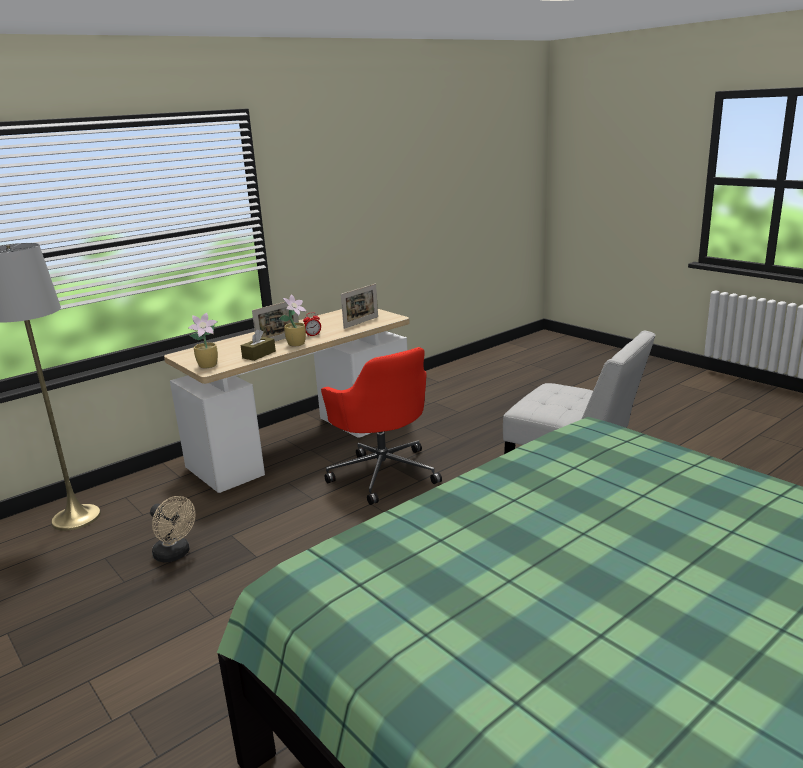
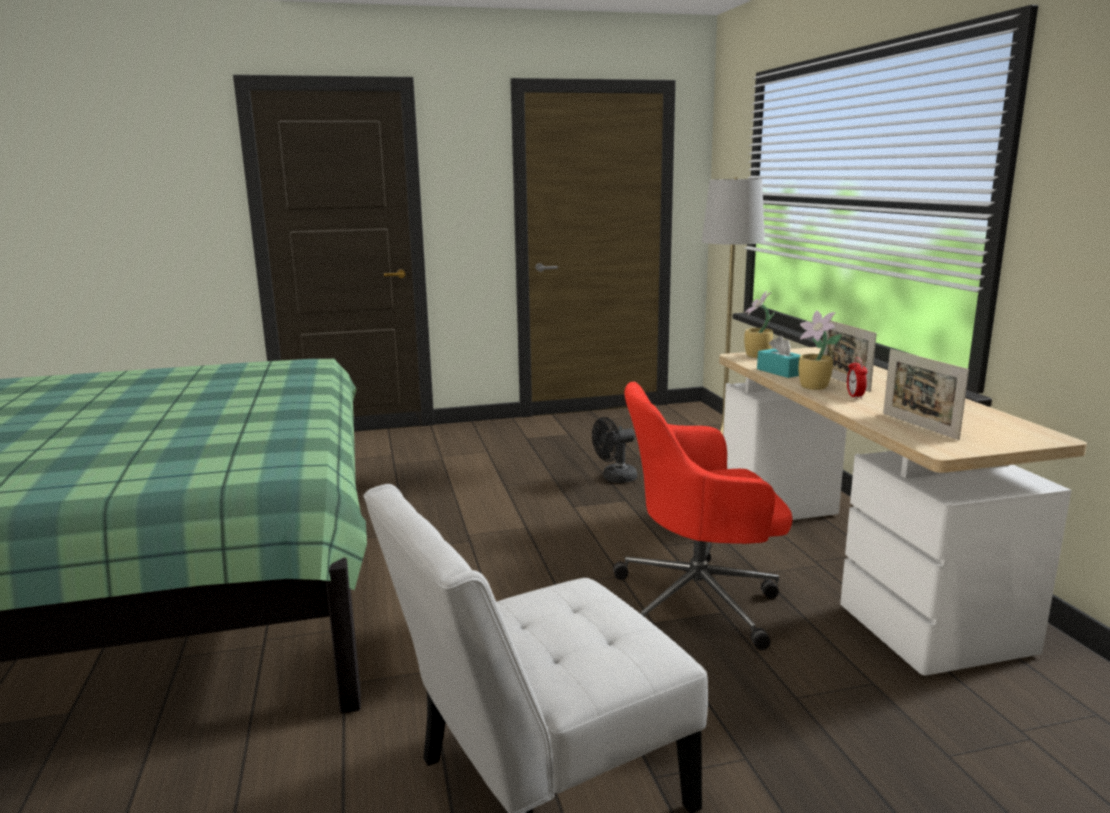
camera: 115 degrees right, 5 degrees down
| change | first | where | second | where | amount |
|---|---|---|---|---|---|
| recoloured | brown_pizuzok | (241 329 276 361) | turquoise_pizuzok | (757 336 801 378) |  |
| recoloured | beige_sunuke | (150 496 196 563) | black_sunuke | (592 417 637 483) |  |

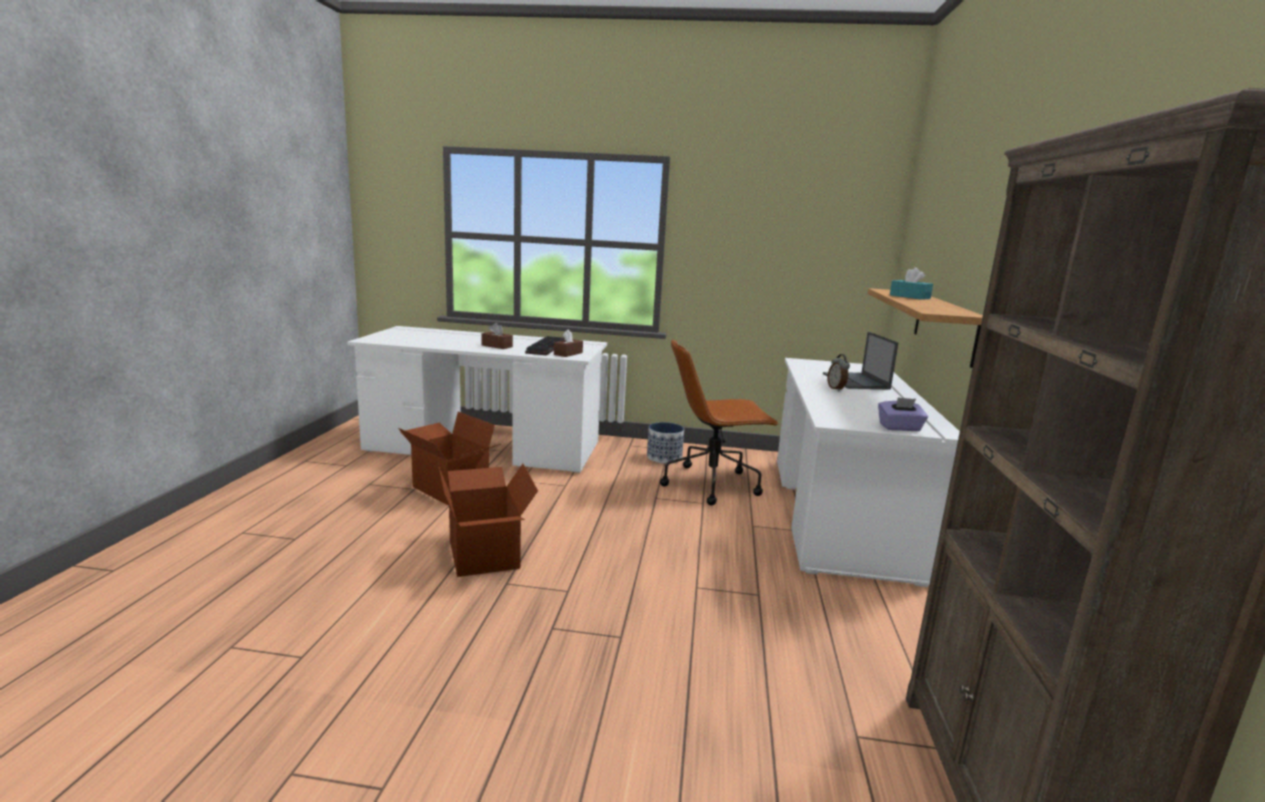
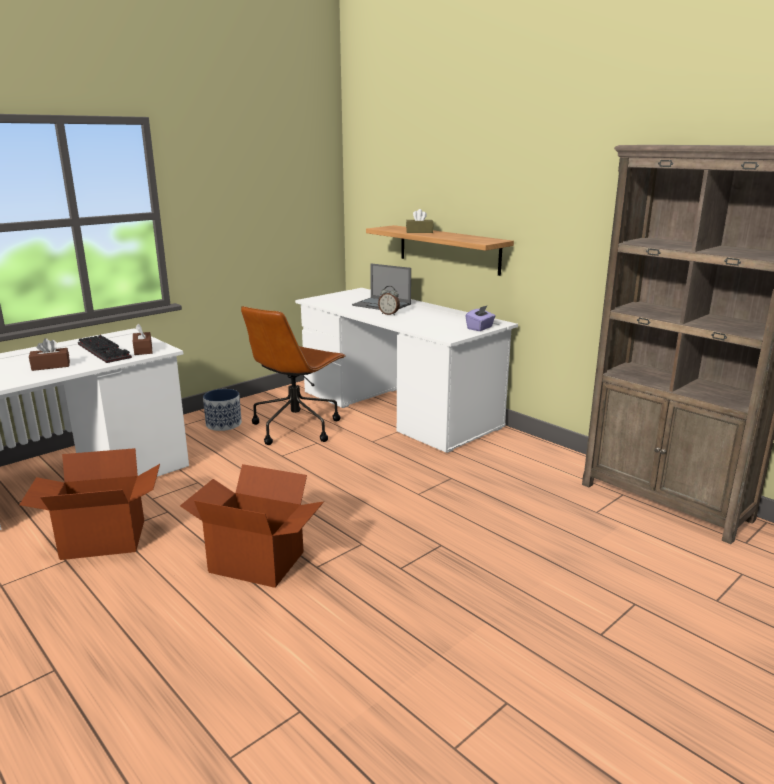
camera: 50 degrees left, 5 degrees up
| change | first | where | second | where | amount |
|---|---|---|---|---|---|
| recoloured | turquoise_pizuzok | (890 267 933 300) | brown_pizuzok | (406 209 433 233) |  |

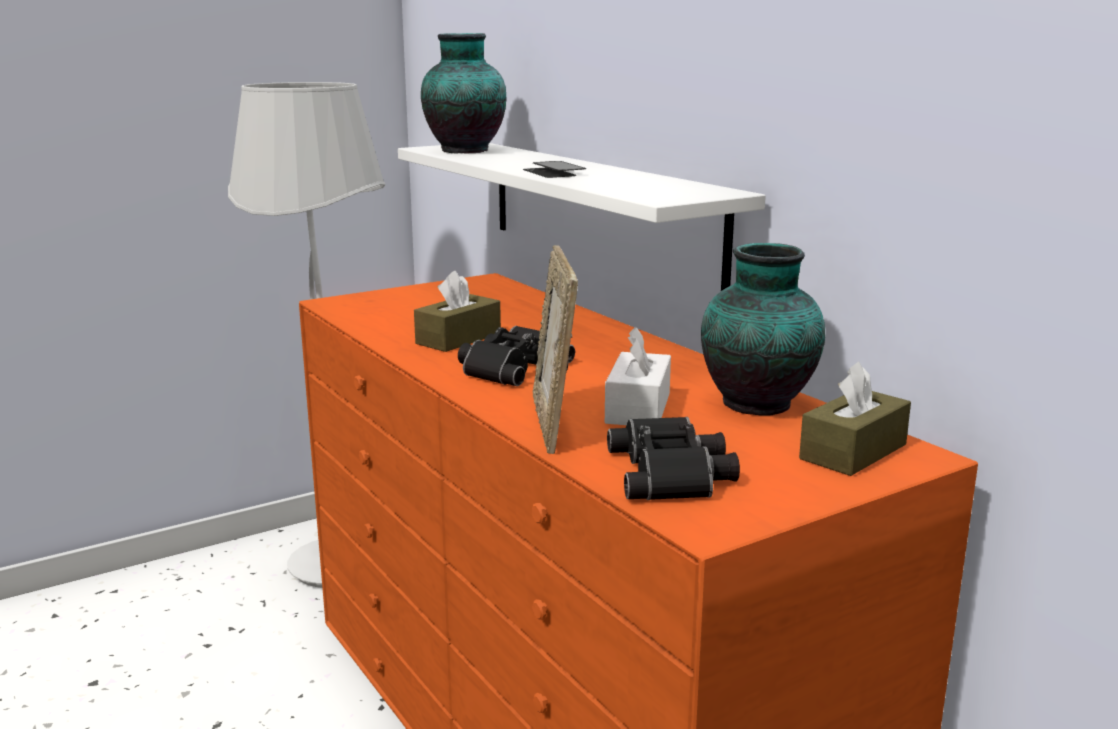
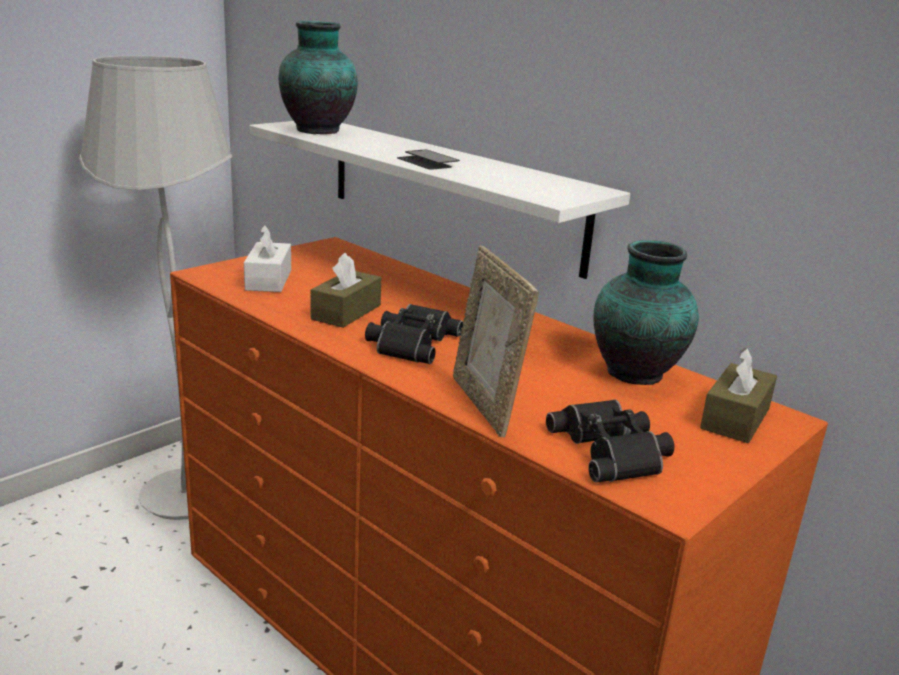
camera: 15 degrees left, 5 degrees up
| change | first | where | second | where | amount |
|---|---|---|---|---|---|
| moved | white_pizuzok | (605 327 671 425) |  | (244 225 291 292) |  |

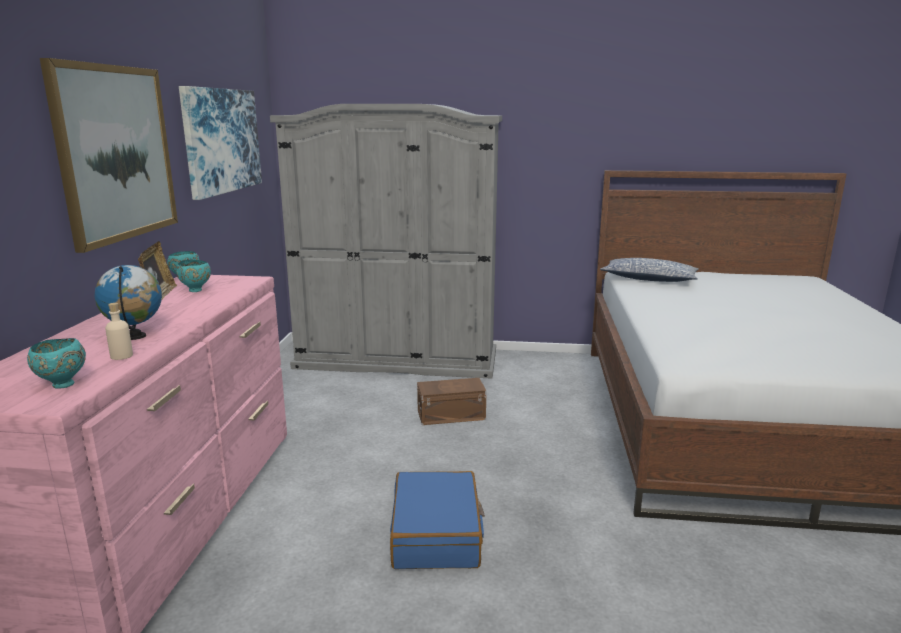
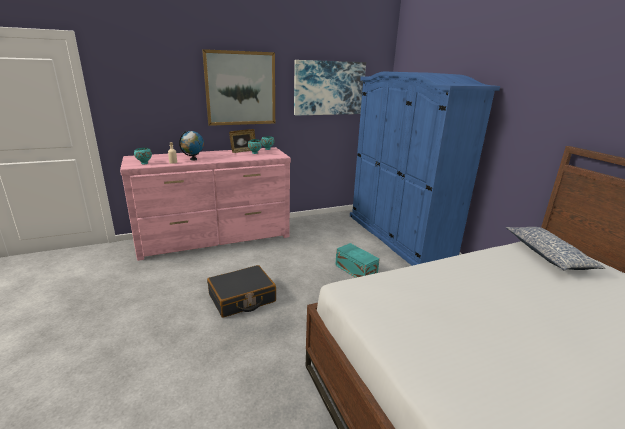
camera: 60 degrees right, 5 degrees up
| change | first | where | second | where | amount |
|---|---|---|---|---|---|
| recoloured | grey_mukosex | (270 104 502 379) | blue_mukosex | (350 72 500 266) |  |
| recoloured | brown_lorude | (417 378 486 425) | turquoise_lorude | (335 243 380 278) |  |
| recoloured | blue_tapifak | (390 471 485 569) | black_tapifak | (207 265 276 318) |  |

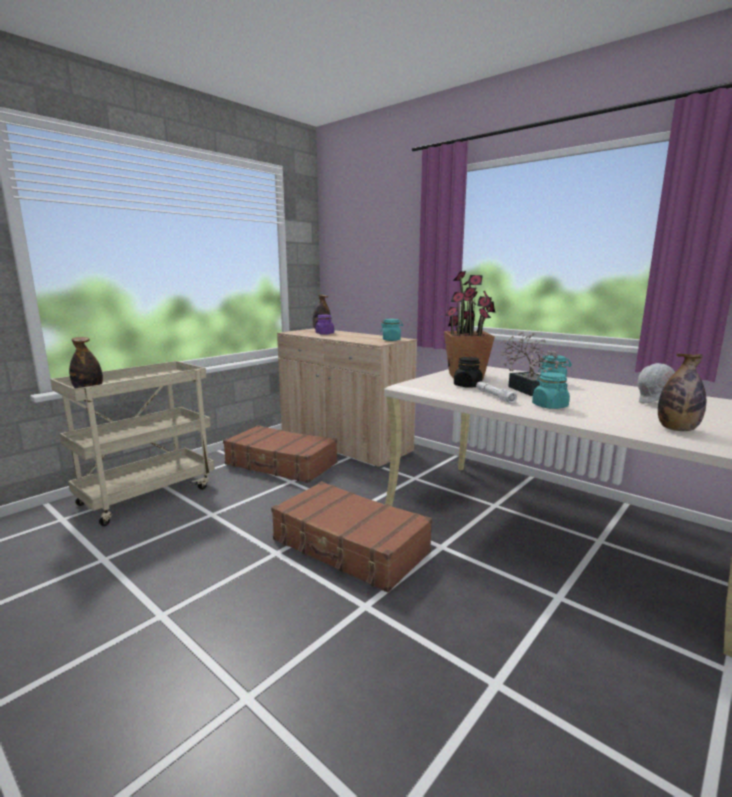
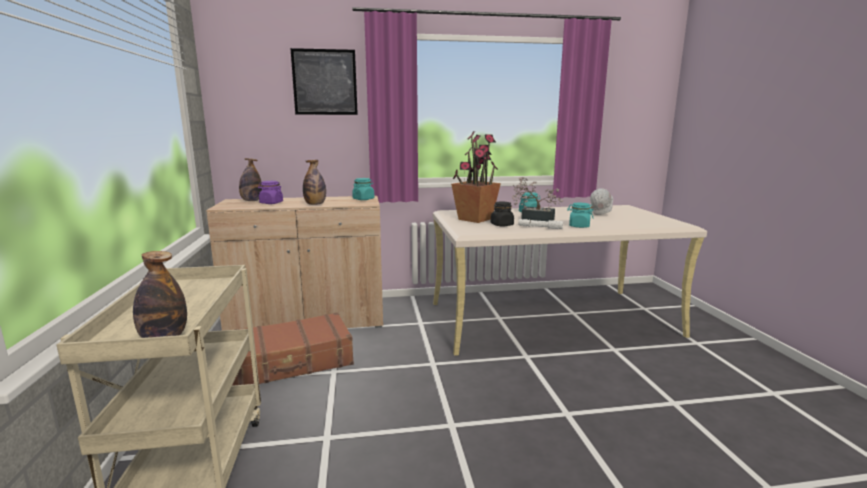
camera: 50 degrees left, 0 degrees up
| change | first | where | second | where | amount |
|---|---|---|---|---|---|
| moved | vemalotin | (658 354 706 431) |  | (303 160 326 205) |  |
| removed | brown_tapifak | (271 481 432 593) |  |  |  |
| added |  |  | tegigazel | (290 48 358 115) |  |

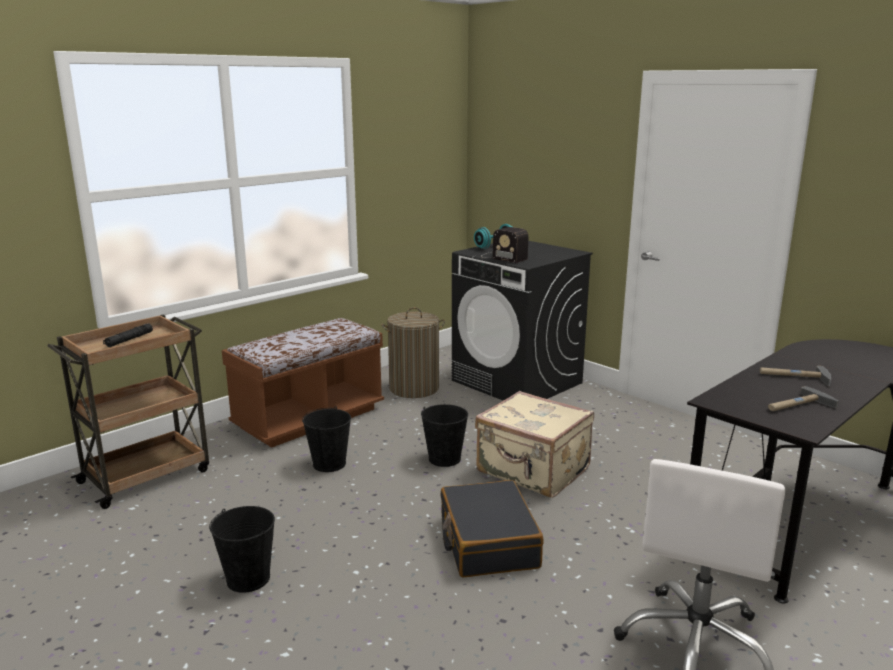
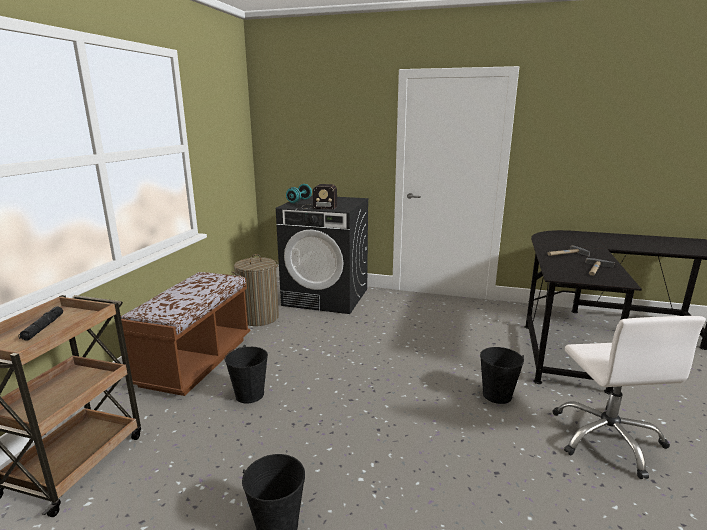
camera: 30 degrees left, 0 degrees up
| change | first | where | second | where | amount |
|---|---|---|---|---|---|
| removed | beige_tapifak | (475 391 594 498) |  |  |  |
| moved | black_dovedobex | (421 404 468 467) |  | (480 347 524 404) |  |
| removed | black_tapifak | (440 480 544 577) |  |  |  |

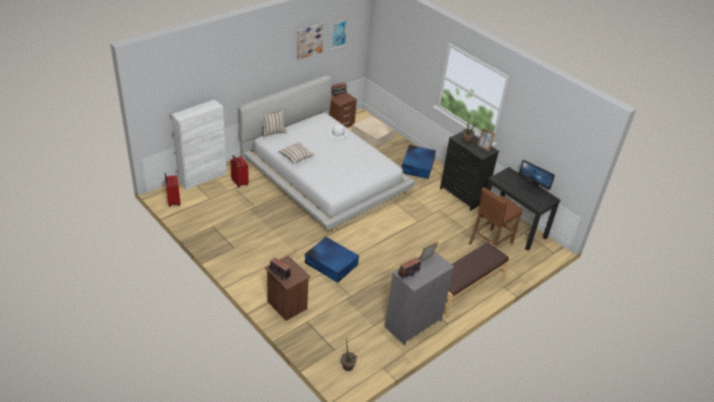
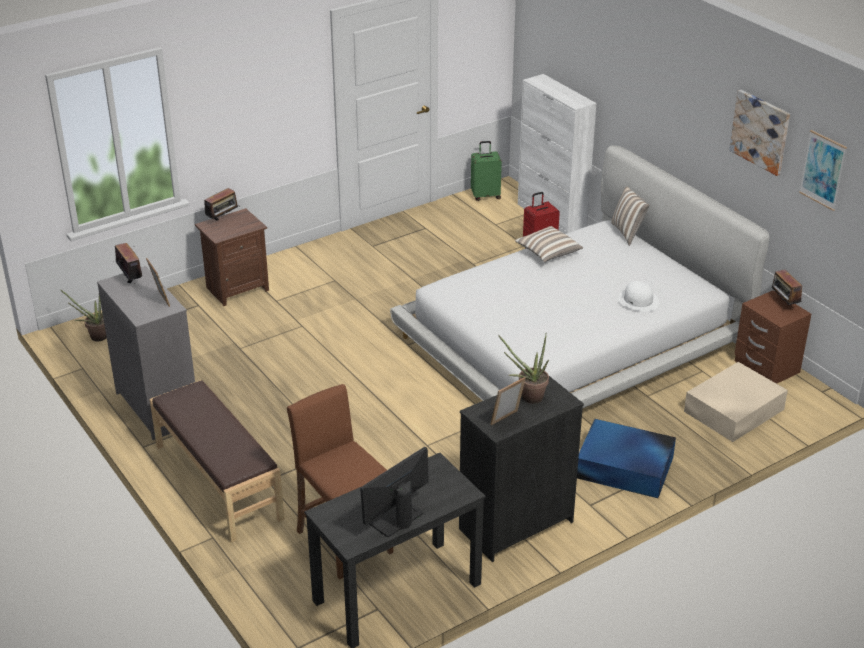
camera: 100 degrees right, 5 degrees down
| change | first | where | second | where | amount |
|---|---|---|---|---|---|
| recoloured | red_tapifak | (165 173 181 207) | green_tapifak | (471 141 502 201) |  |
| removed | blue_lorude | (305 237 359 283) |  |  |  |

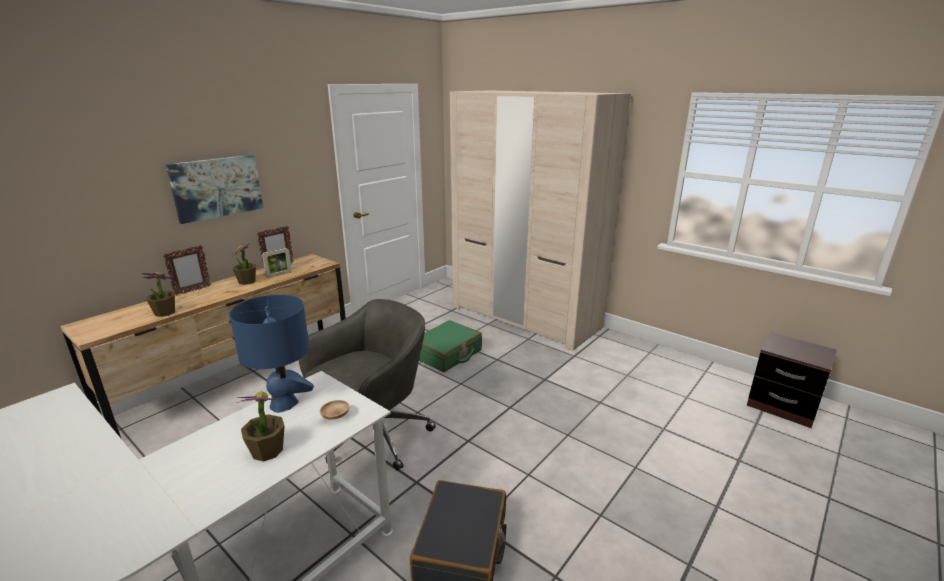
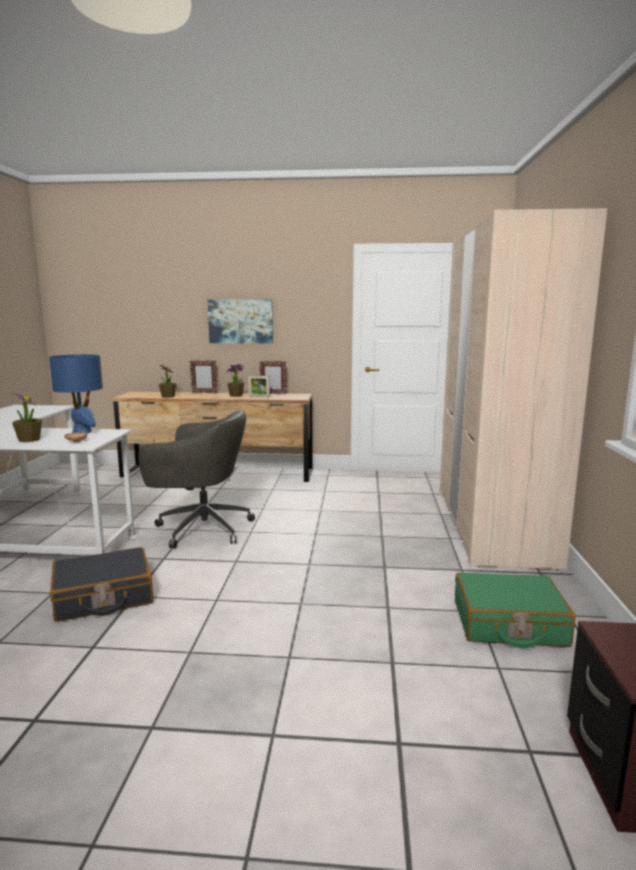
camera: 55 degrees right, 10 degrees down
| change | first | where | second | where | amount |
|---|---|---|---|---|---|
| moved | green_tapifak | (419 320 482 372) |  | (455 572 575 648) |  |

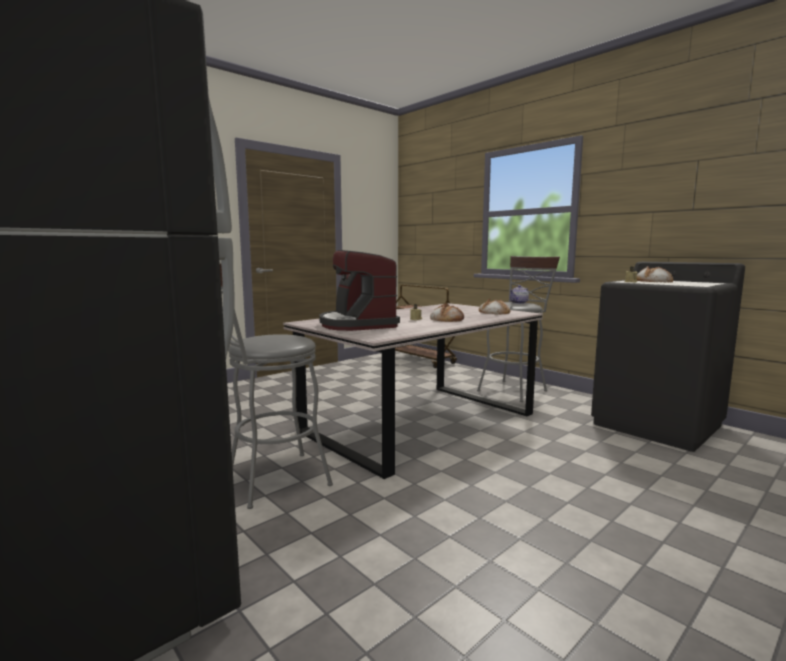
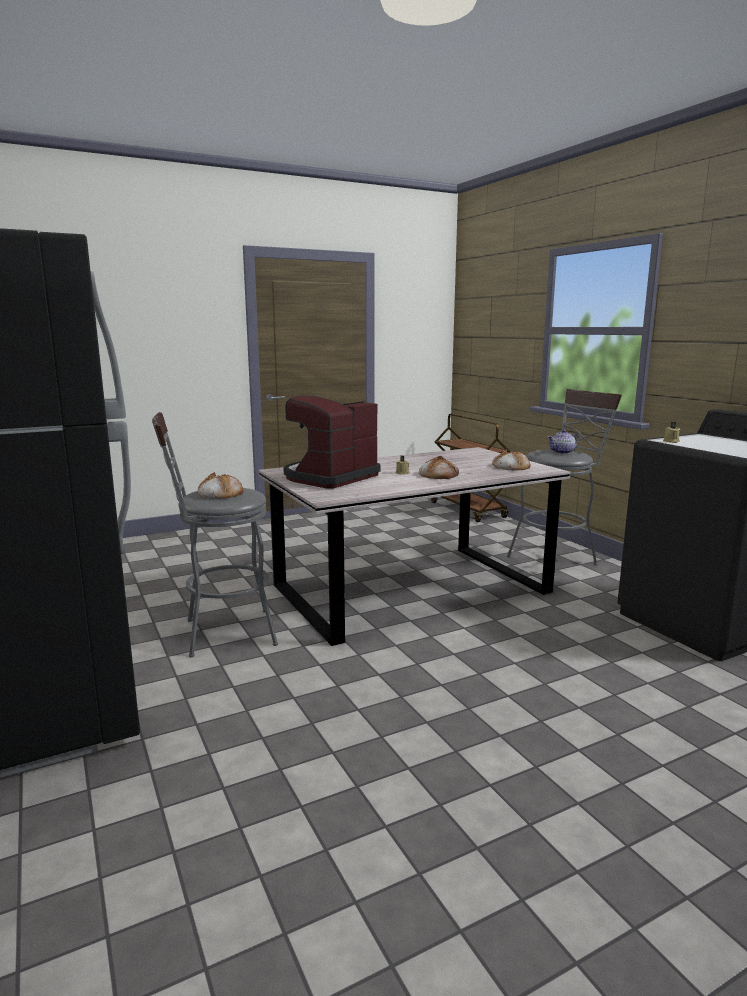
camera: 15 degrees right, 5 degrees up
| change | first | where | second | where | amount |
|---|---|---|---|---|---|
| turned | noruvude | (319 250 400 331) |  | (284 395 381 489) | 45 degrees clockwise |
| moved | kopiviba | (637 266 673 283) |  | (198 472 243 499) |  |

